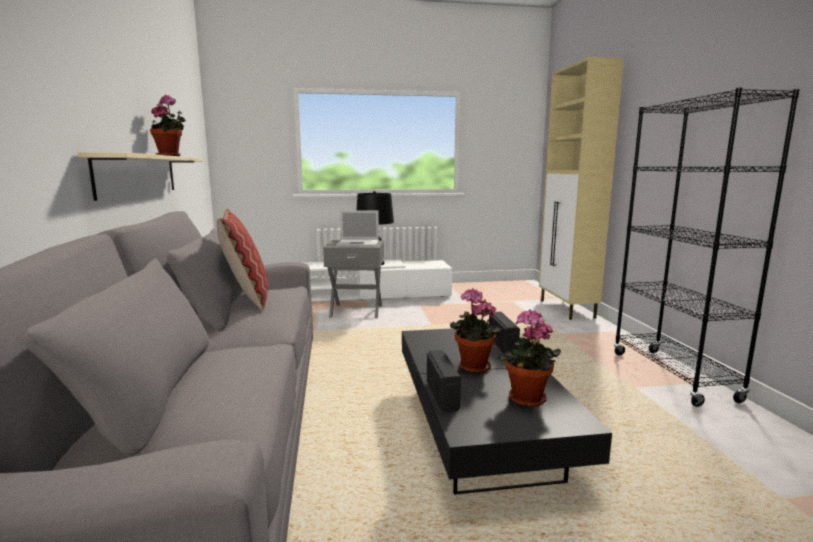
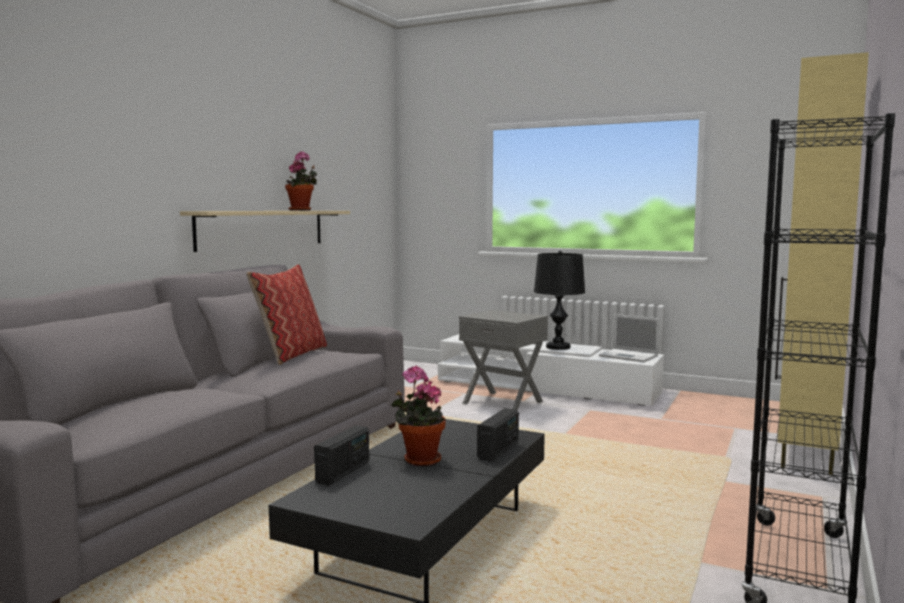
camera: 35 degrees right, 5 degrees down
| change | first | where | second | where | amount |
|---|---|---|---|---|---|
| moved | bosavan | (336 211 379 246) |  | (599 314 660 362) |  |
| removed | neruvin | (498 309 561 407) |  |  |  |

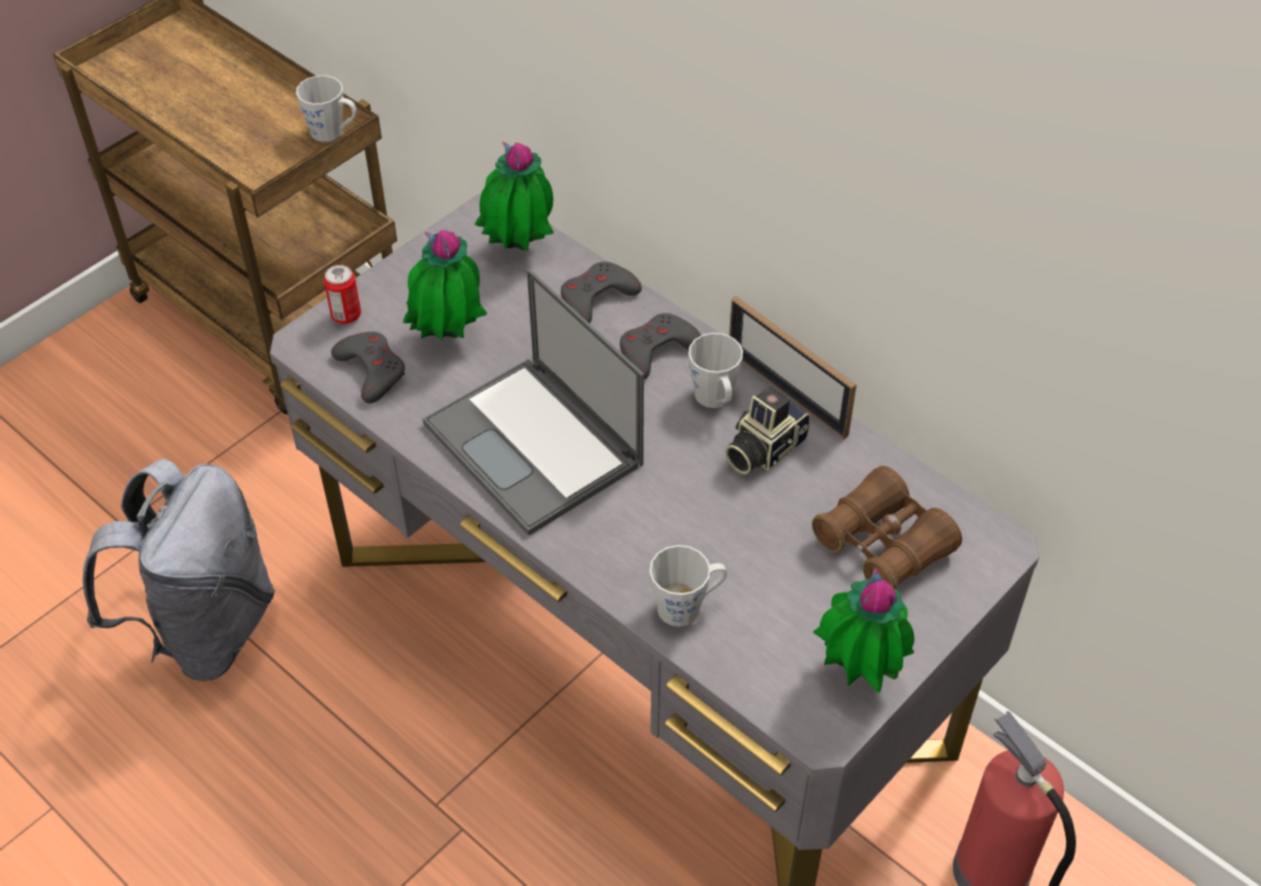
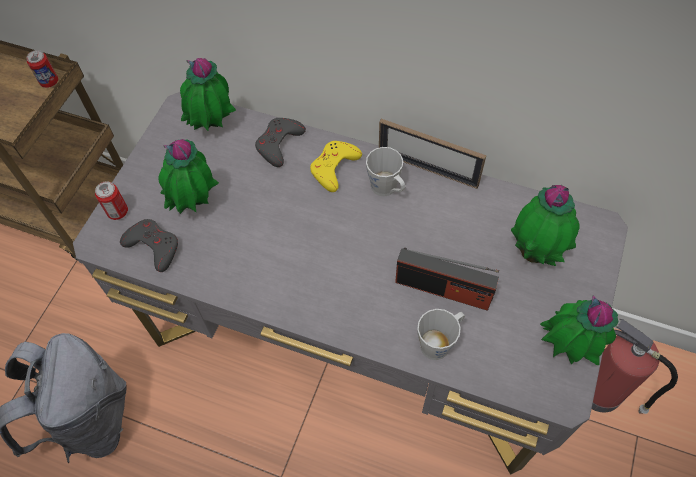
camera: 20 degrees left, 10 degrees up
| change | first | where | second | where | amount |
|---|---|---|---|---|---|
| replaced | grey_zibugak | (296 75 357 142) | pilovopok | (27 50 58 88) |  |
| removed | bosavan | (423 268 644 536) |  |  |  |
| recoloured | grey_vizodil | (620 313 701 379) | yellow_vizodil | (310 141 362 192) |  |
| removed | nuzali | (725 386 811 474) |  |  |  |
| replaced | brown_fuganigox | (812 466 962 590) | neruvin | (511 185 579 266) |  |
| added |  |  | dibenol | (395 248 499 311) |  |

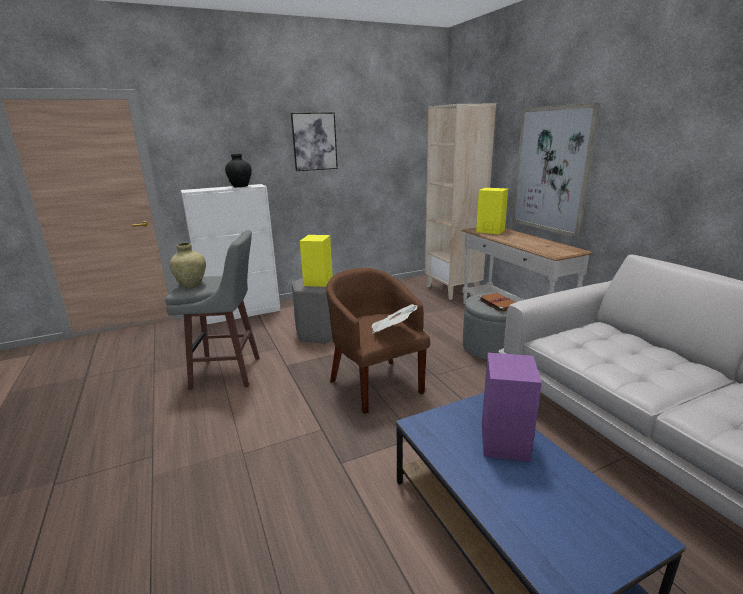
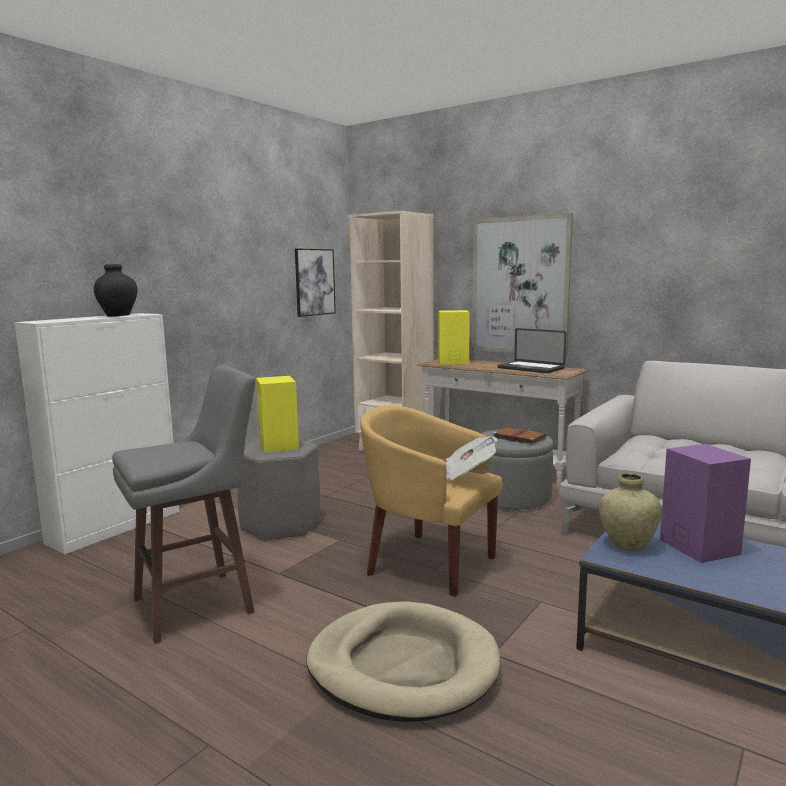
camera: 30 degrees left, 10 degrees down
| change | first | where | second | where | amount |
|---|---|---|---|---|---|
| moved | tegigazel | (291 112 338 171) |  | (295 249 336 317) |  |
| moved | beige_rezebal | (169 243 206 288) |  | (599 474 662 552) |  |
| recoloured | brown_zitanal | (326 268 430 414) | yellow_zitanal | (360 405 503 597) |  |
| added |  |  | bosavan | (497 328 566 373) |  |
| added |  |  | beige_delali | (306 601 500 722) |  |

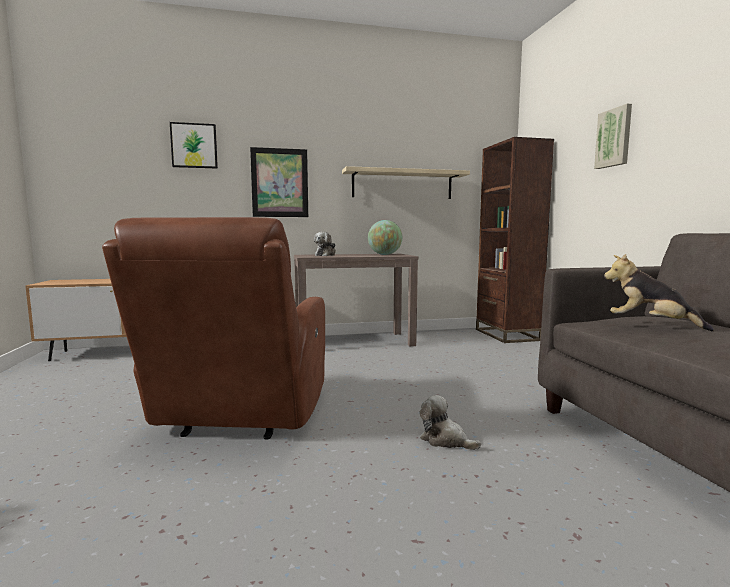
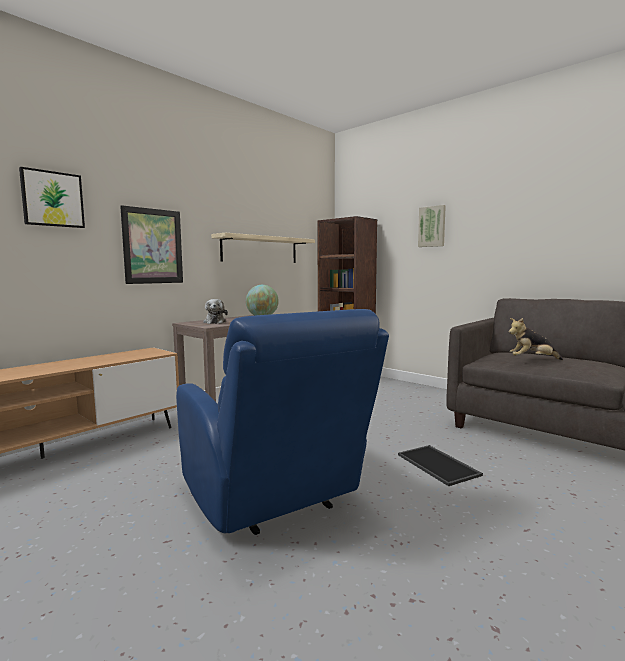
camera: 35 degrees left, 0 degrees up
| change | first | where | second | where | amount |
|---|---|---|---|---|---|
| recoloured | brown_zitanal | (102 217 325 439) | blue_zitanal | (176 309 389 535) |  |
| replaced | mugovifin | (419 395 481 450) | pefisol | (398 445 483 486) |  |

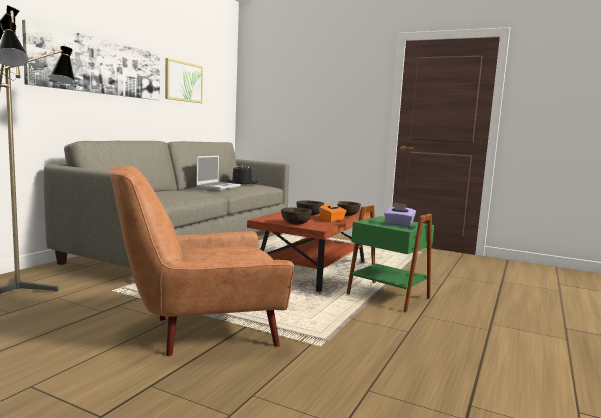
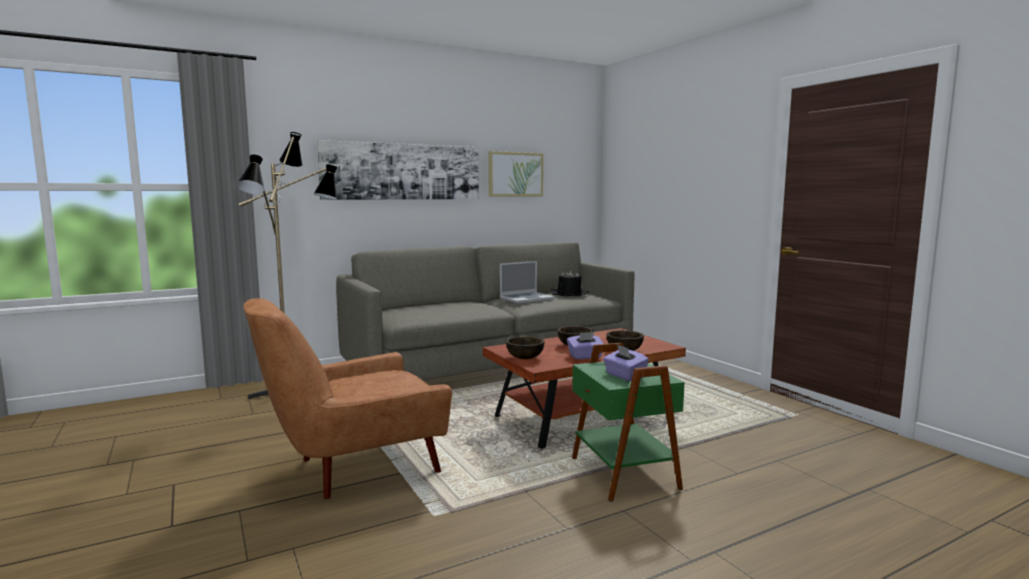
camera: 35 degrees right, 0 degrees up
| change | first | where | second | where | amount |
|---|---|---|---|---|---|
| turned | brown_zitanal | (109 166 294 356) |  | (243 298 452 499) | 45 degrees counterclockwise |
| recoloured | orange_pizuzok | (319 201 346 222) | purple_pizuzok | (567 332 604 359) |  |

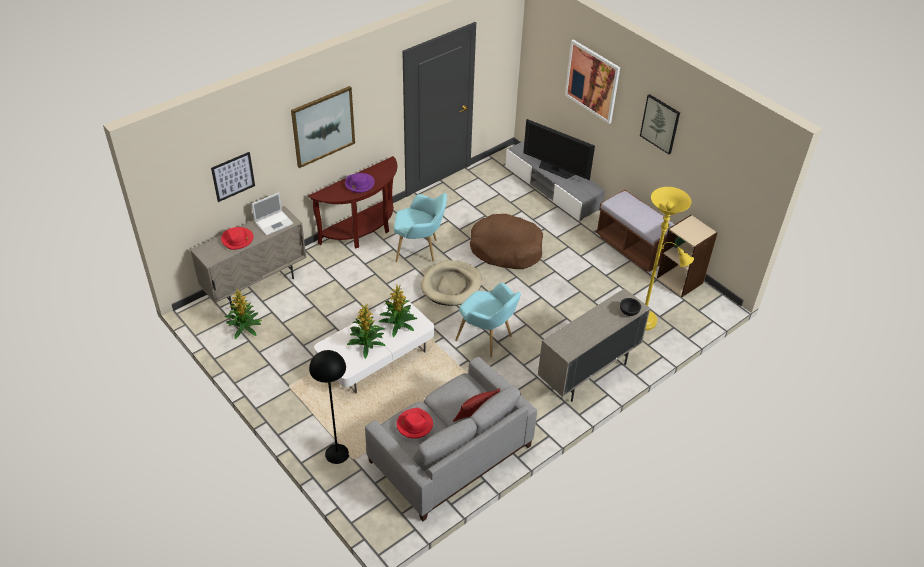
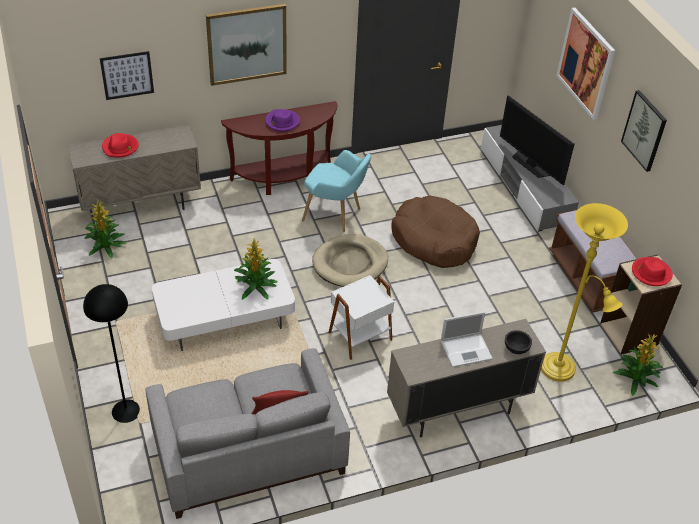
camera: 20 degrees right, 0 degrees up
| change | first | where | second | where | amount |
|---|---|---|---|---|---|
| moved | bosavan | (252 193 294 236) |  | (441 311 493 367) |  |
| replaced | turquoise_zitanal | (455 282 521 357) | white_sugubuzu | (328 275 394 360) |  |
| moved | neruvin | (347 304 386 359) |  | (613 334 663 396) |  |
| moved | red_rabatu | (396 408 433 439) |  | (632 257 673 286) |  |

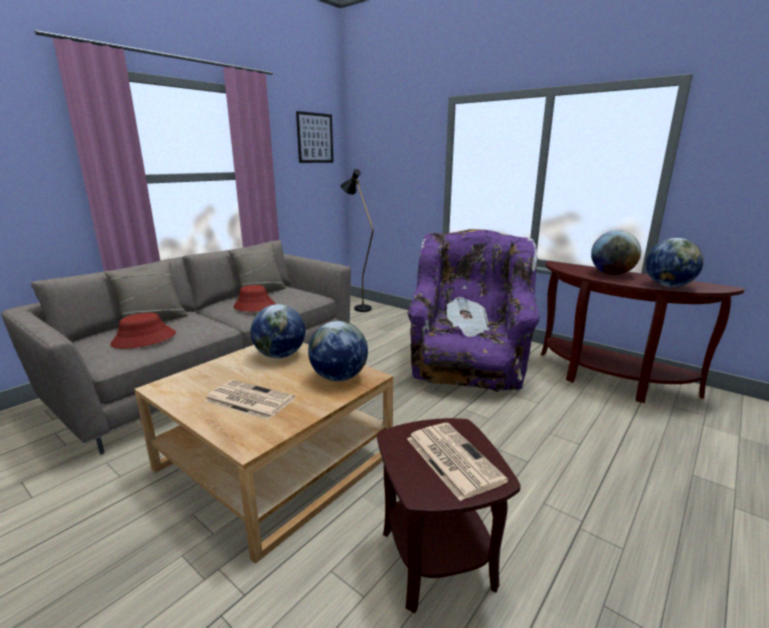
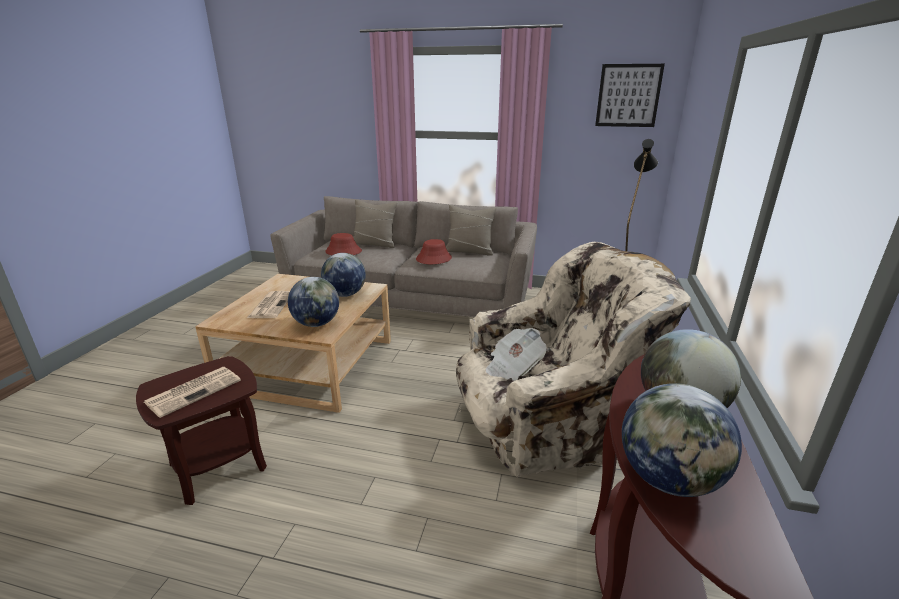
camera: 65 degrees right, 5 degrees up
| change | first | where | second | where | amount |
|---|---|---|---|---|---|
| recoloured | purple_zitanal | (407 229 540 392) | beige_zitanal | (456 242 691 478) |  |

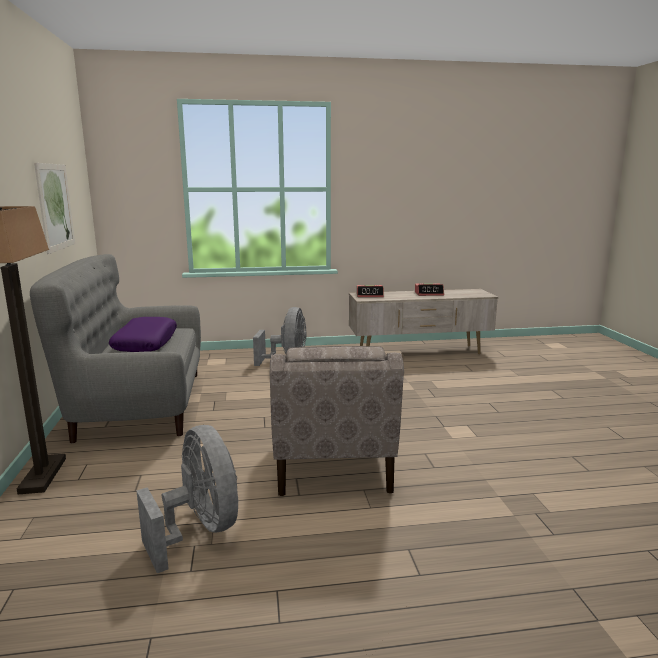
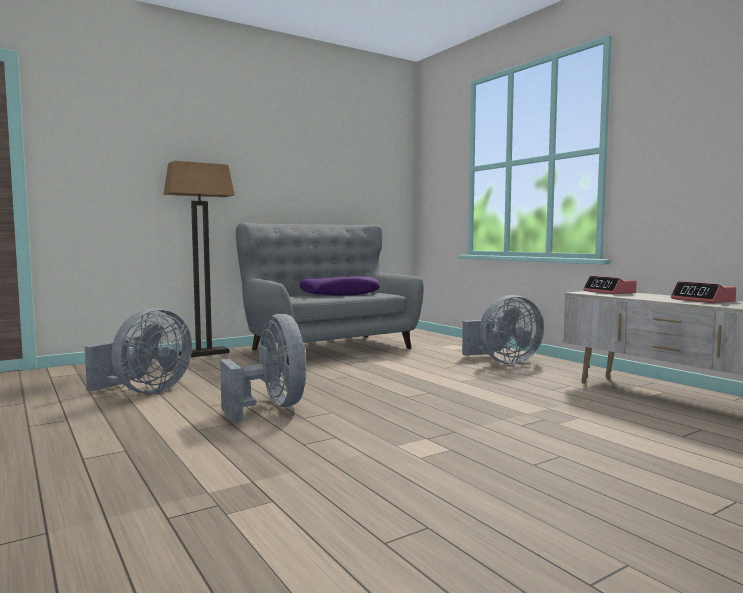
camera: 65 degrees right, 10 degrees down
| change | first | where | second | where | amount |
|---|---|---|---|---|---|
| removed | tegigazel | (34 163 75 254) |  |  |  |
| replaced | beige_zitanal | (270 346 404 496) | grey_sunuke | (220 314 306 423) |  |

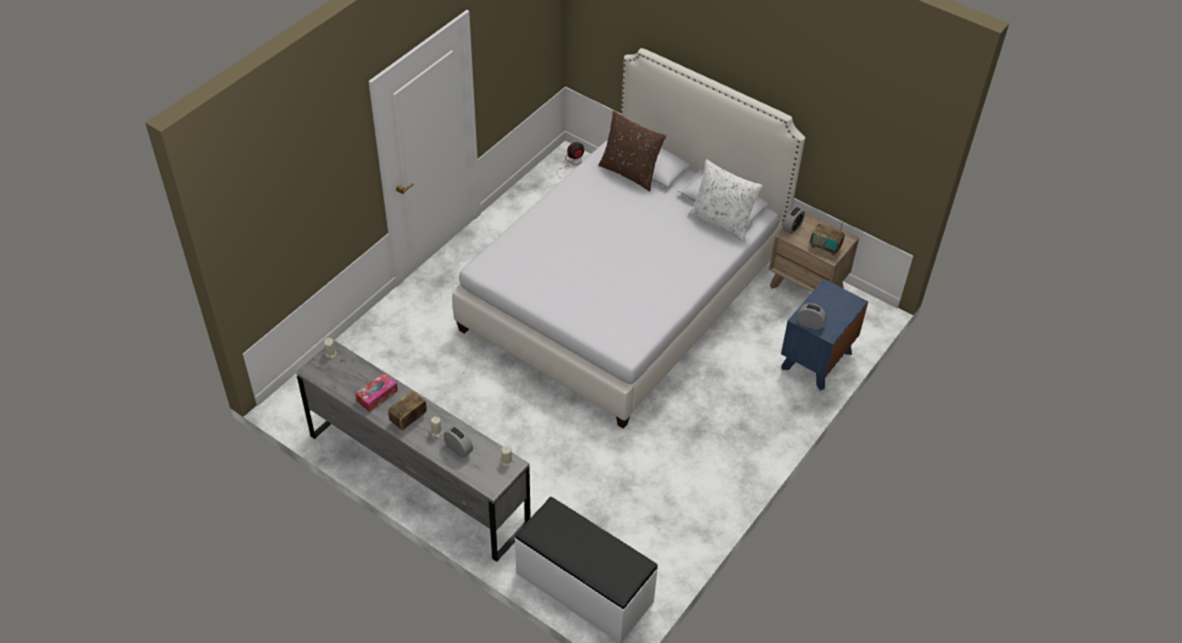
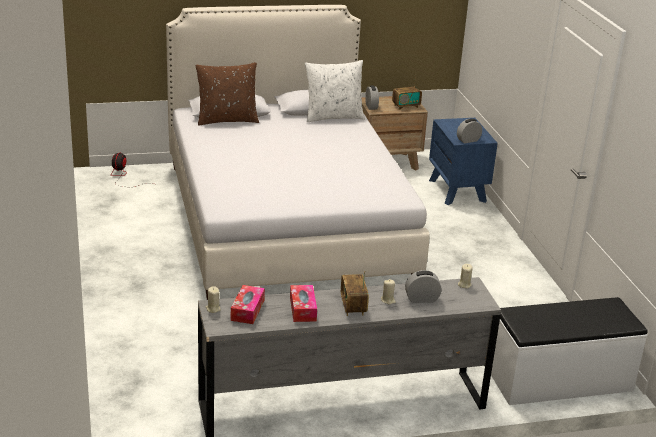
camera: 50 degrees left, 20 degrees down
| change | first | where | second | where | amount |
|---|---|---|---|---|---|
| added |  |  | pizuzok | (231 285 265 324) |  |

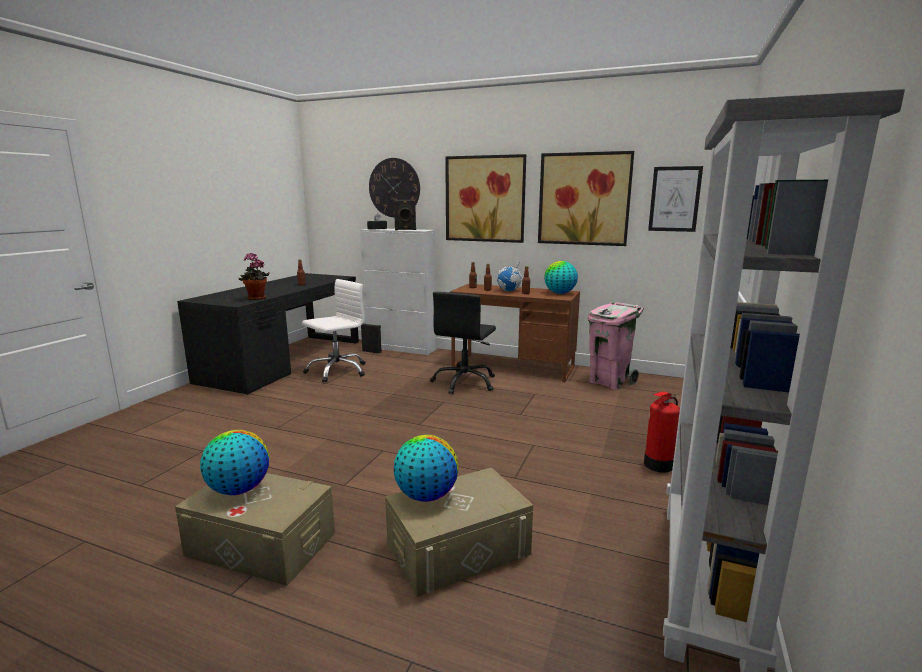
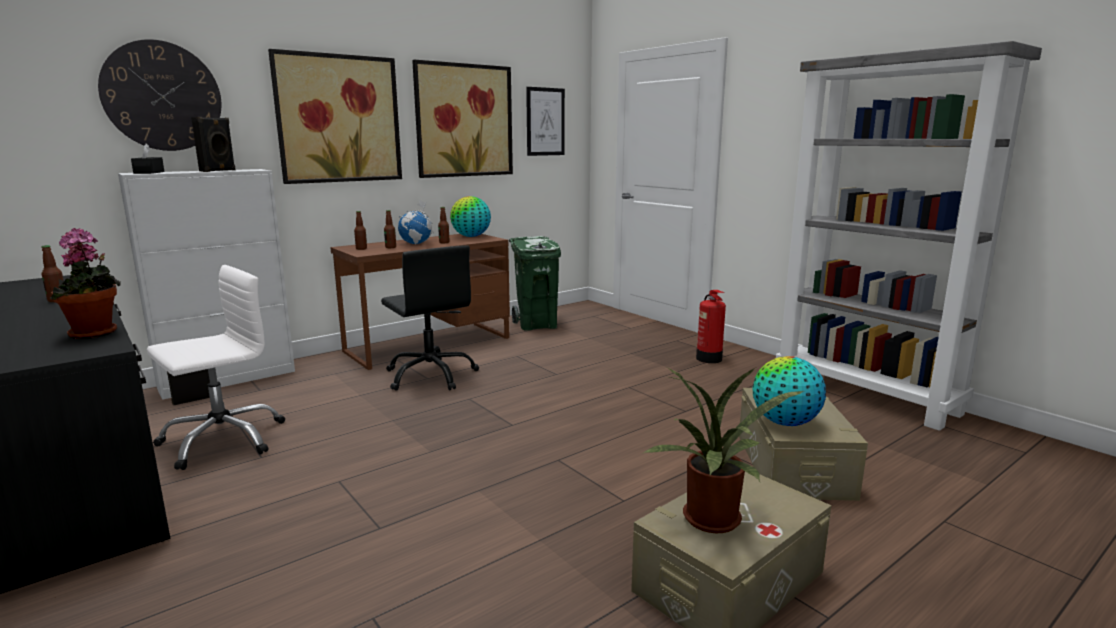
camera: 60 degrees left, 0 degrees up
| change | first | where | second | where | amount |
|---|---|---|---|---|---|
| turned | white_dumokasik | (302 279 365 382) |  | (147 265 285 470) | 60 degrees clockwise |
| recoloured | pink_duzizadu | (587 302 644 390) | green_duzizadu | (509 236 561 331) |  |
| replaced | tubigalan | (200 430 269 495) | neruvin | (644 367 806 533) |  |

